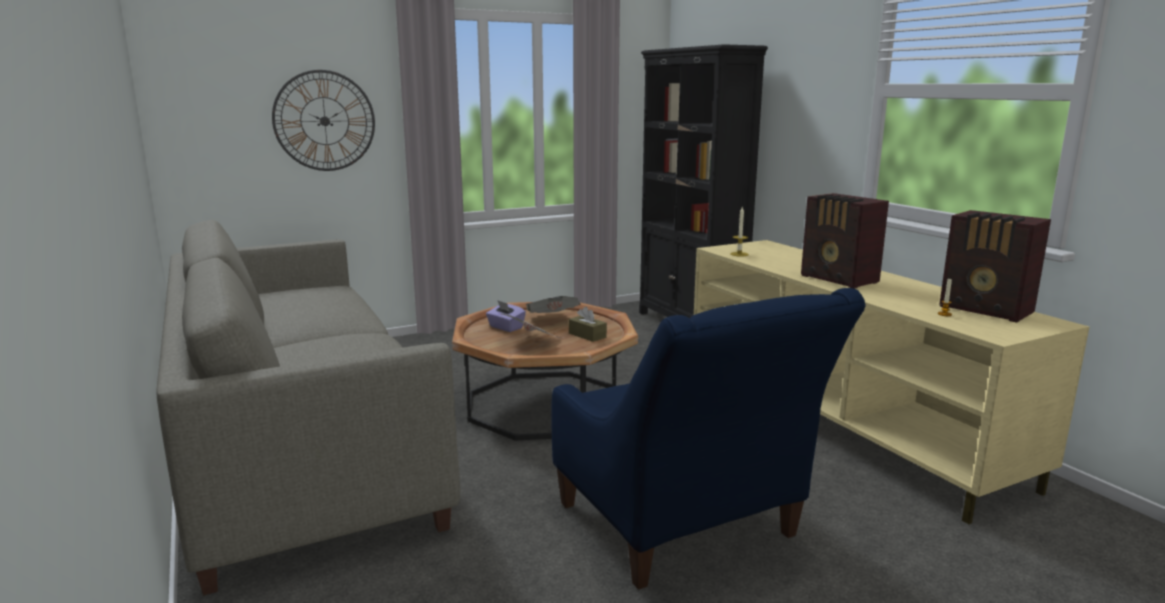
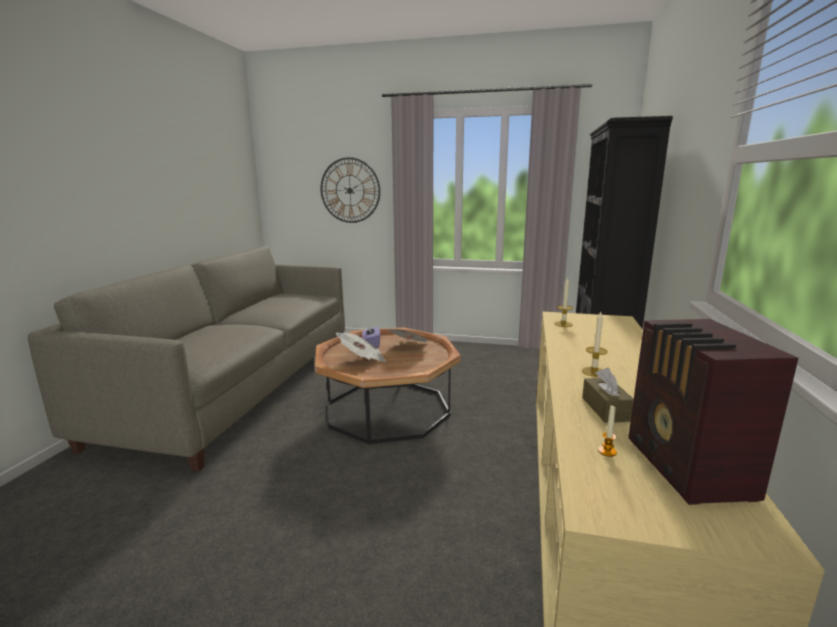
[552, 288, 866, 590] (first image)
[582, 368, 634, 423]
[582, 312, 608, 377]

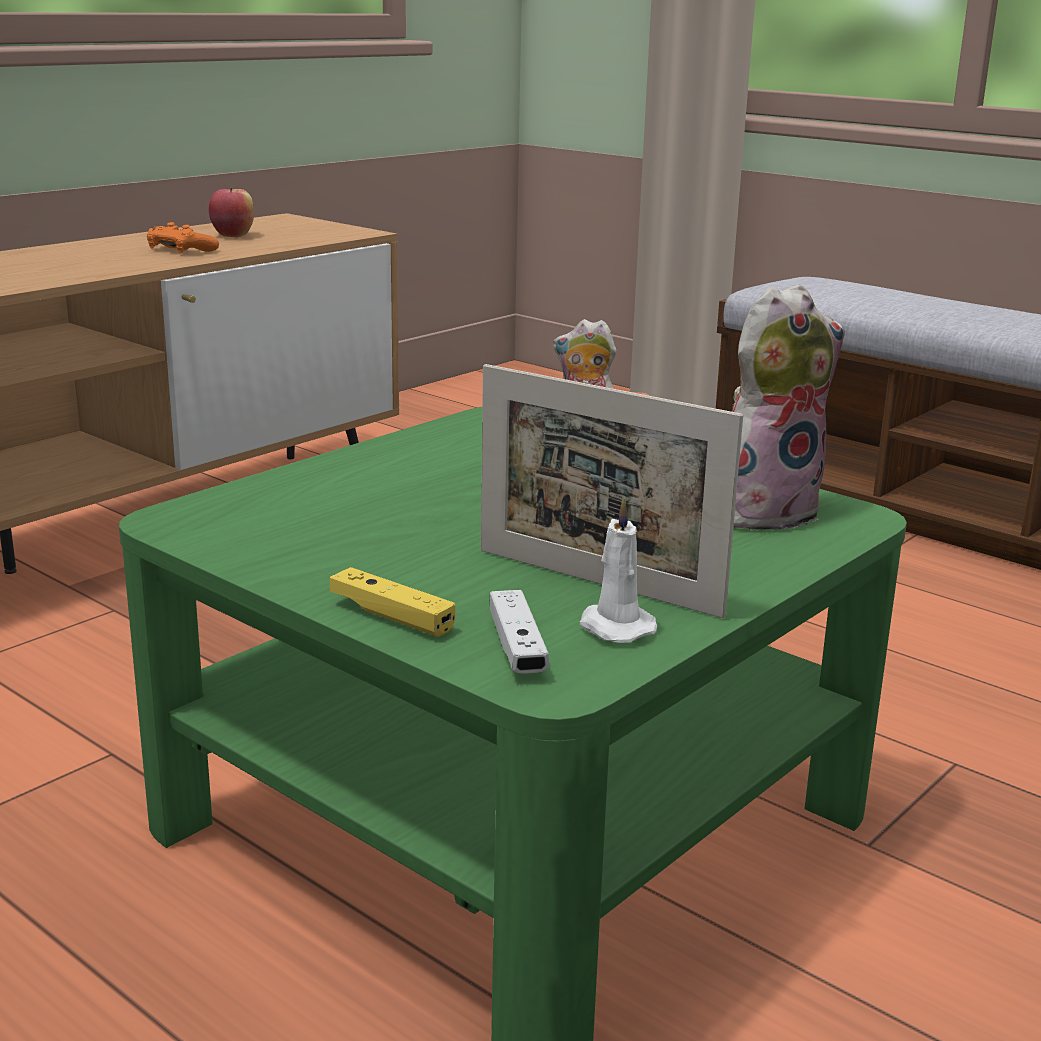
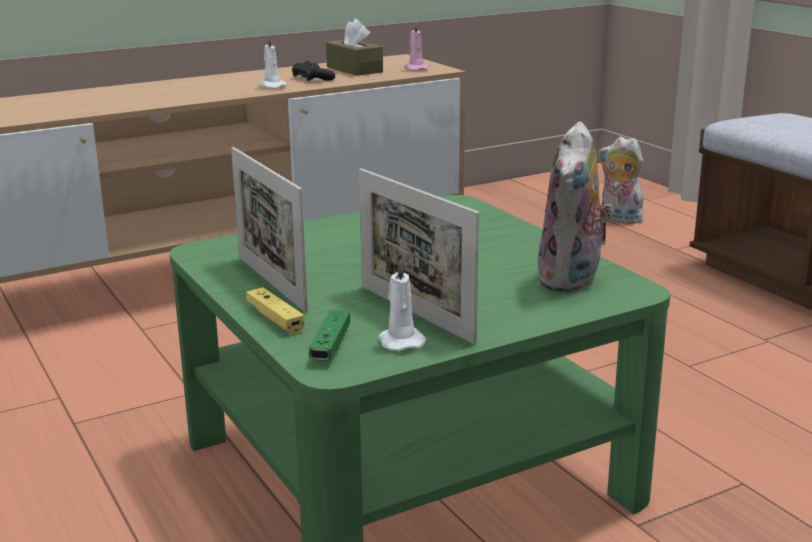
[292, 60, 335, 81]
[326, 19, 383, 76]
[309, 310, 350, 361]
[537, 121, 614, 293]
[231, 147, 308, 313]
[258, 36, 287, 89]
[404, 22, 429, 71]

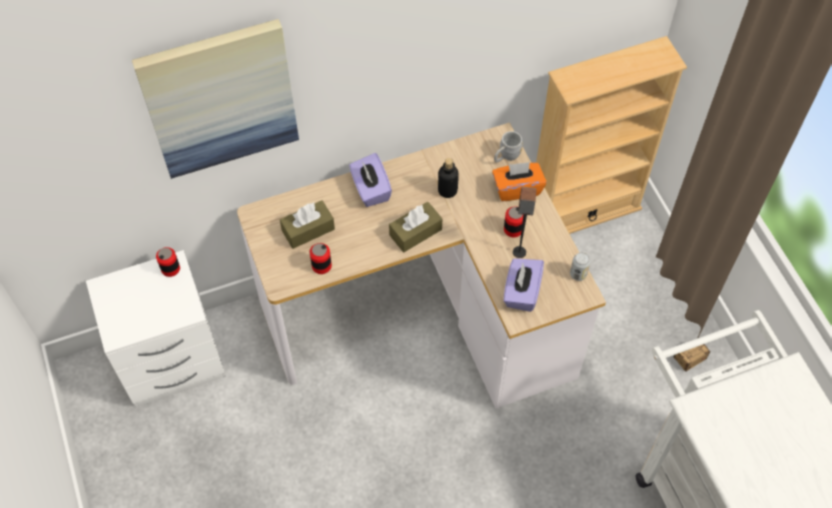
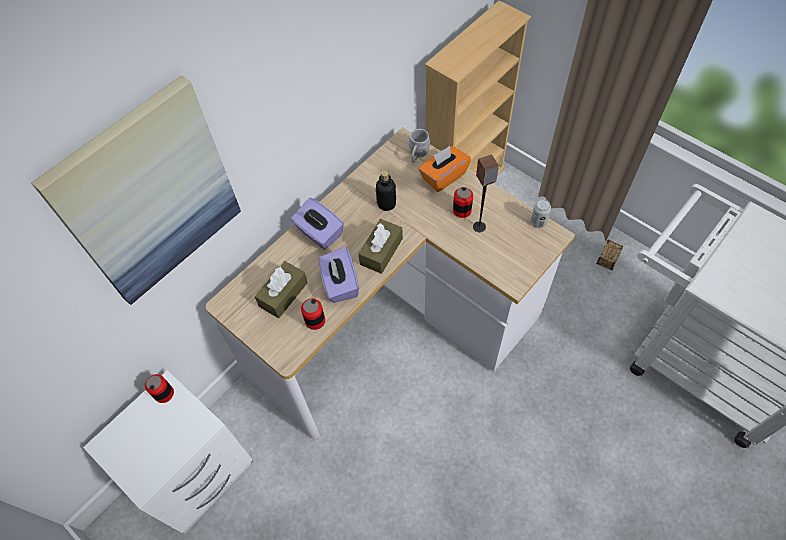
[319, 247, 359, 303]

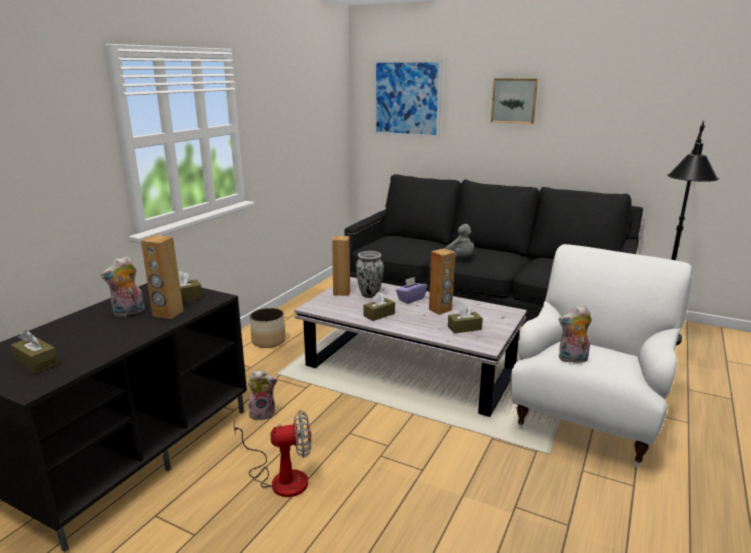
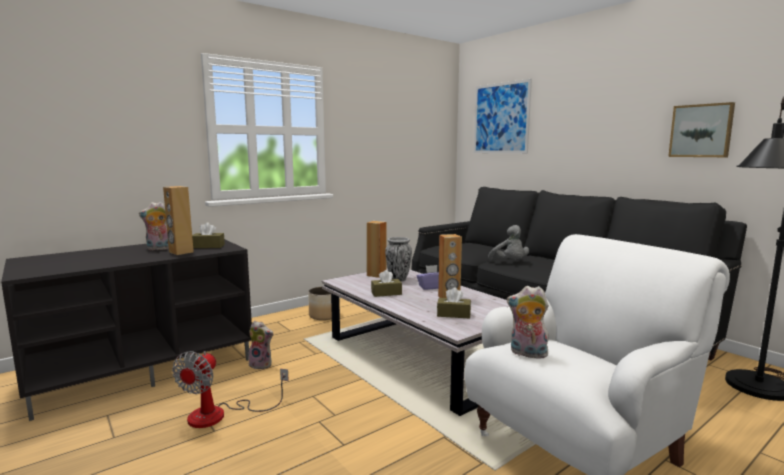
[11, 330, 59, 374] (first image)
[172, 351, 289, 428]
[668, 102, 735, 157]

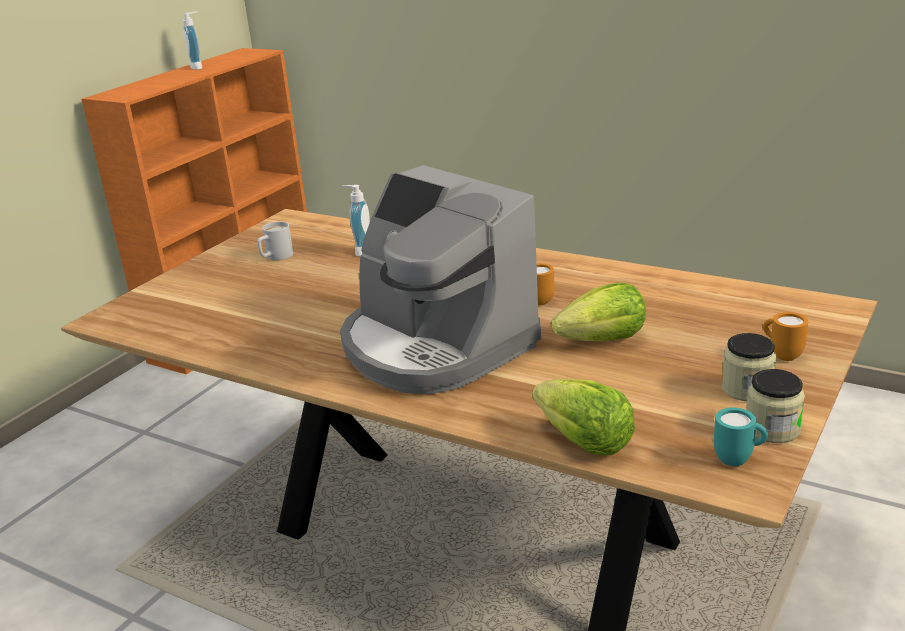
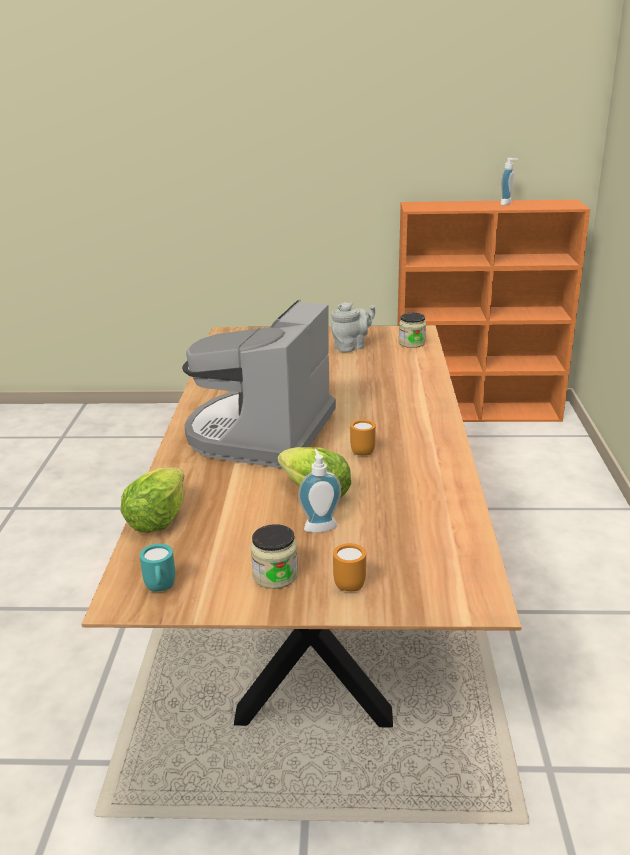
[331, 302, 375, 352]
[298, 449, 341, 533]
[399, 313, 426, 348]

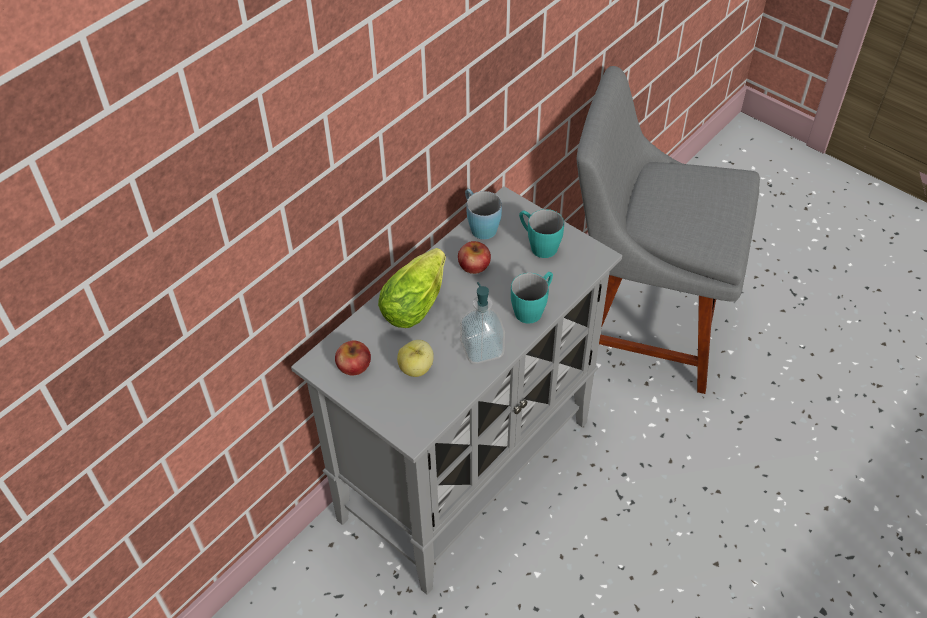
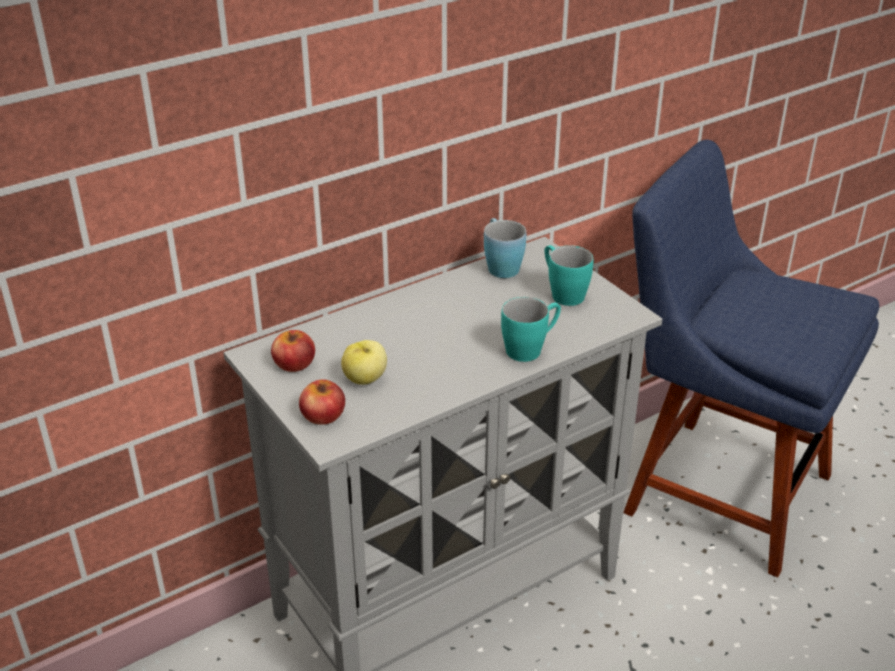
[378, 248, 446, 328] (first image)
[299, 379, 345, 425]
[460, 282, 505, 364] (first image)
[623, 140, 879, 578]

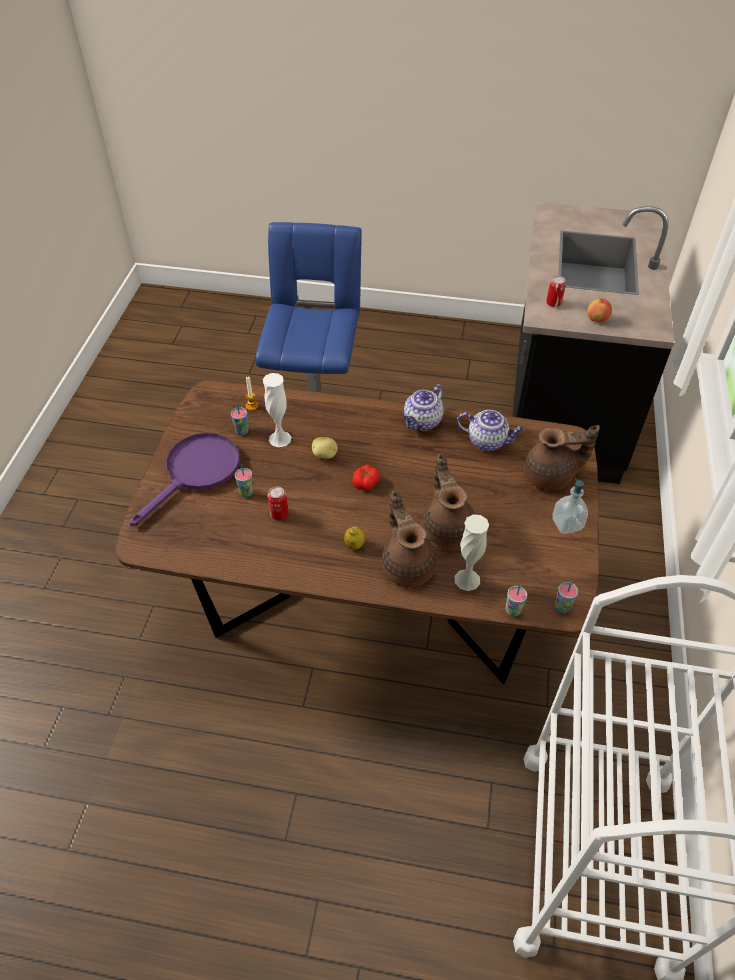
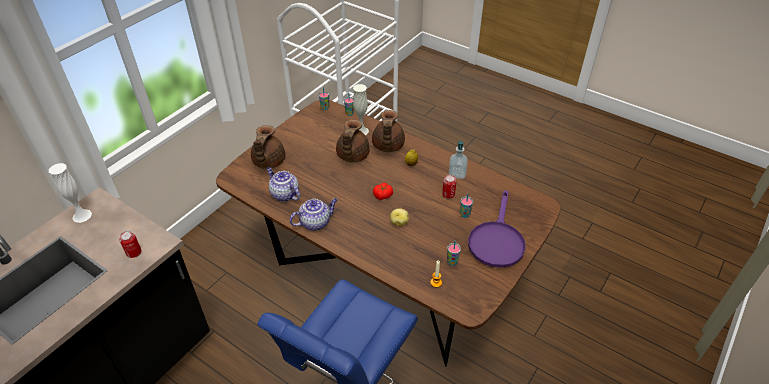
[468, 190, 526, 268]
[49, 163, 92, 223]
[251, 125, 285, 169]
[449, 141, 468, 179]
[587, 298, 612, 322] (first image)

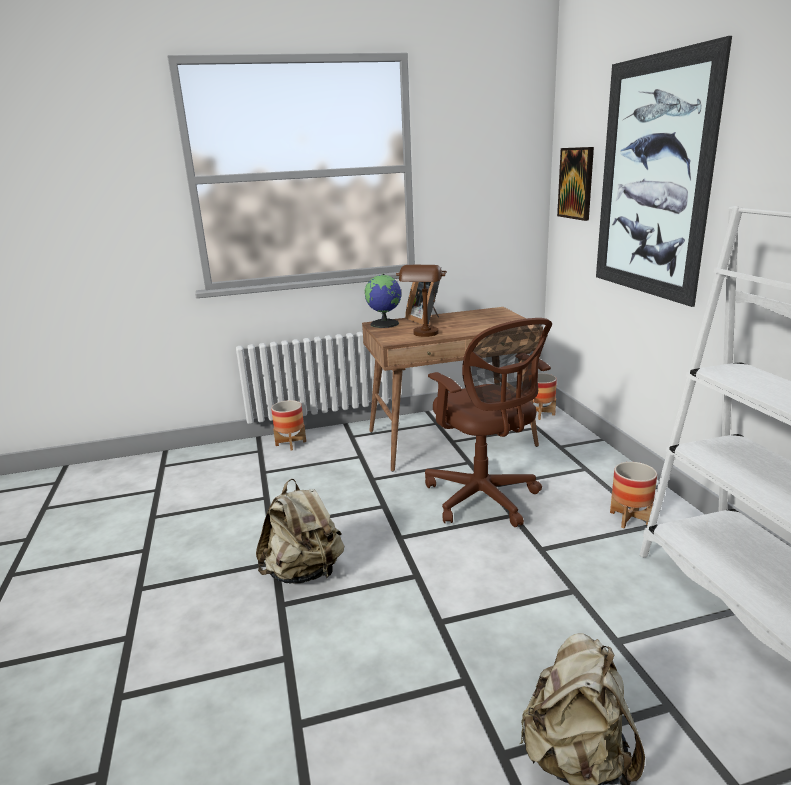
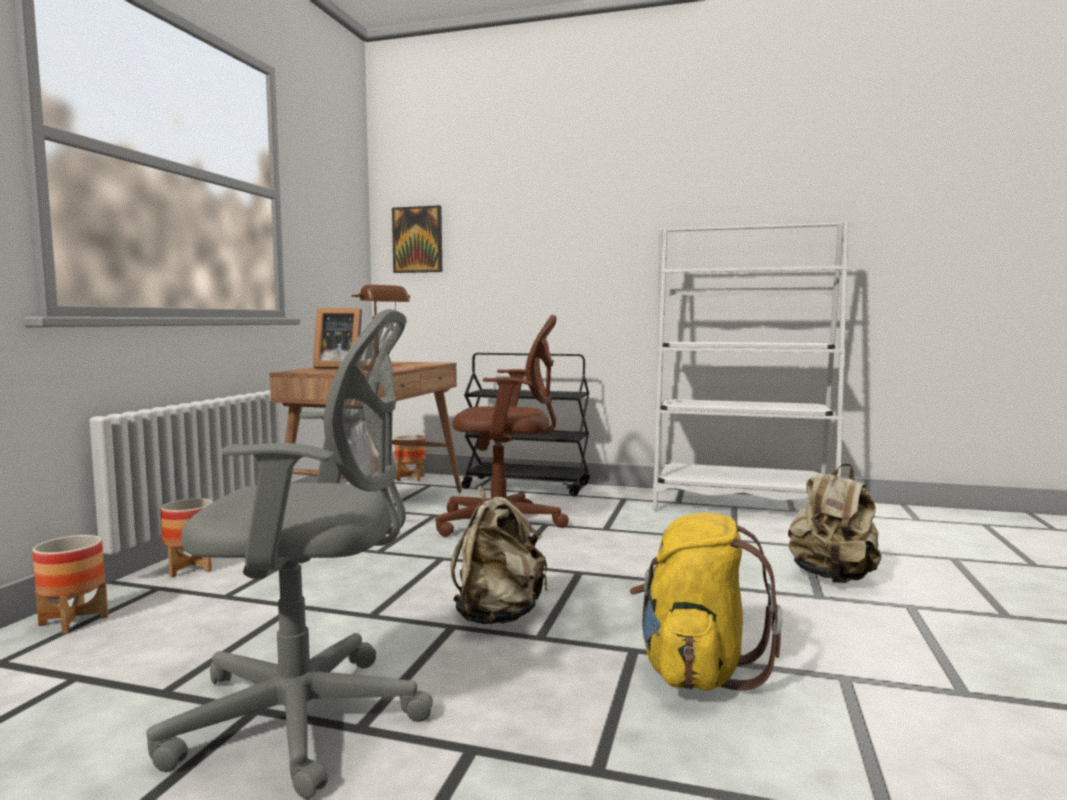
[364, 274, 401, 328] (first image)
[596, 36, 732, 307] (first image)
[32, 535, 108, 634]
[147, 309, 433, 799]
[461, 353, 590, 496]
[629, 513, 782, 691]

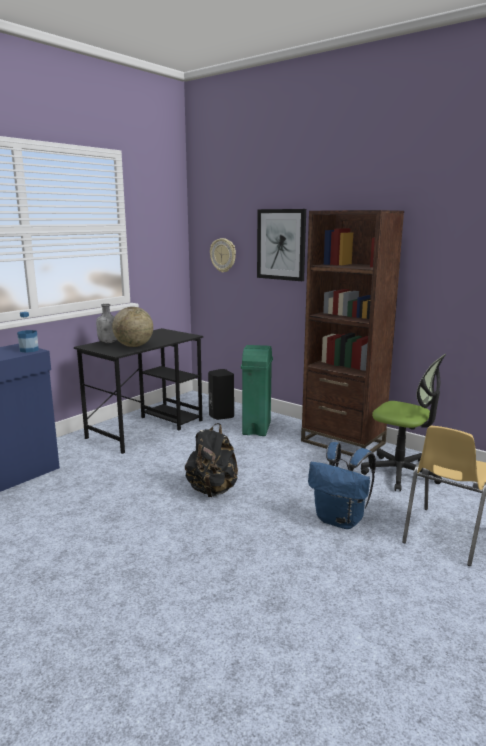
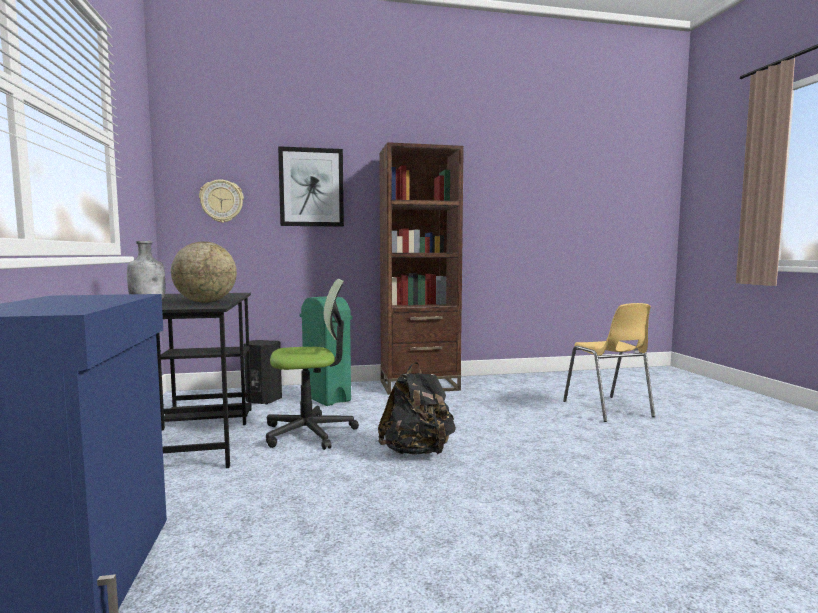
[17, 312, 39, 353] (first image)
[308, 442, 376, 529] (first image)
[266, 279, 359, 450]

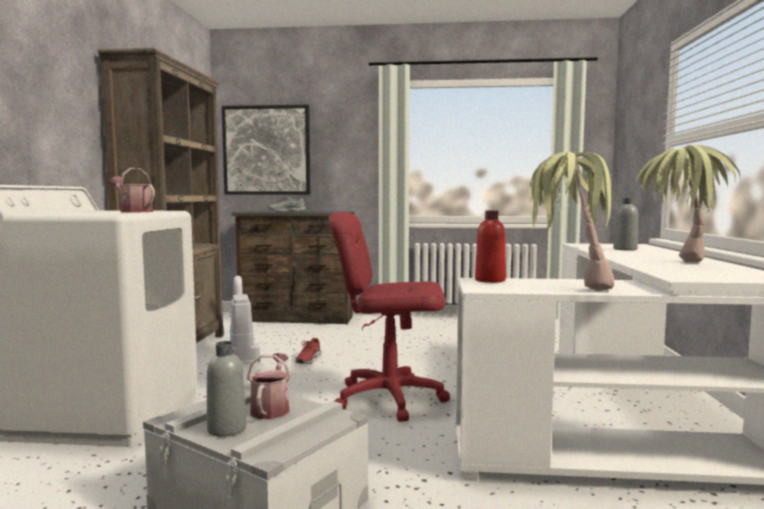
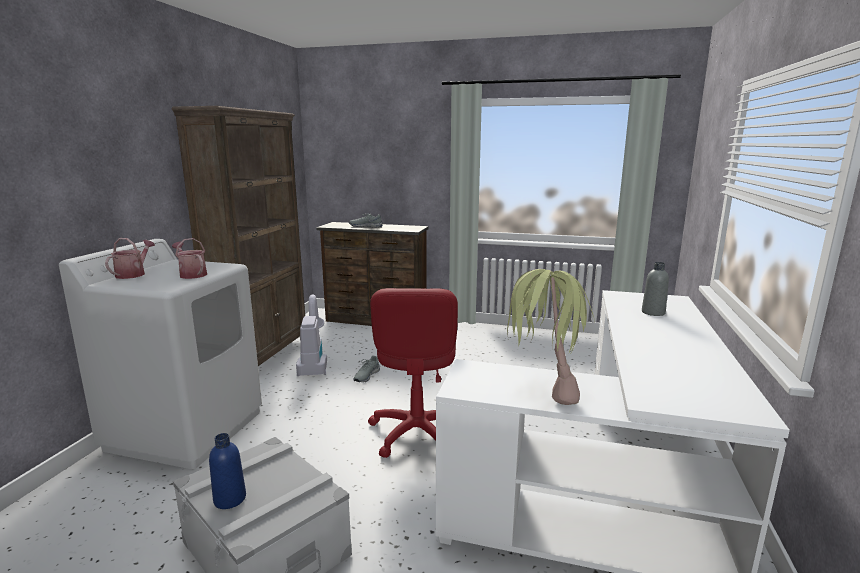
[209, 433, 246, 509]
[222, 105, 310, 195] (first image)
[105, 238, 155, 279]
[353, 356, 380, 382]
[368, 288, 458, 458]
[475, 210, 506, 283] (first image)
[636, 145, 740, 262] (first image)

